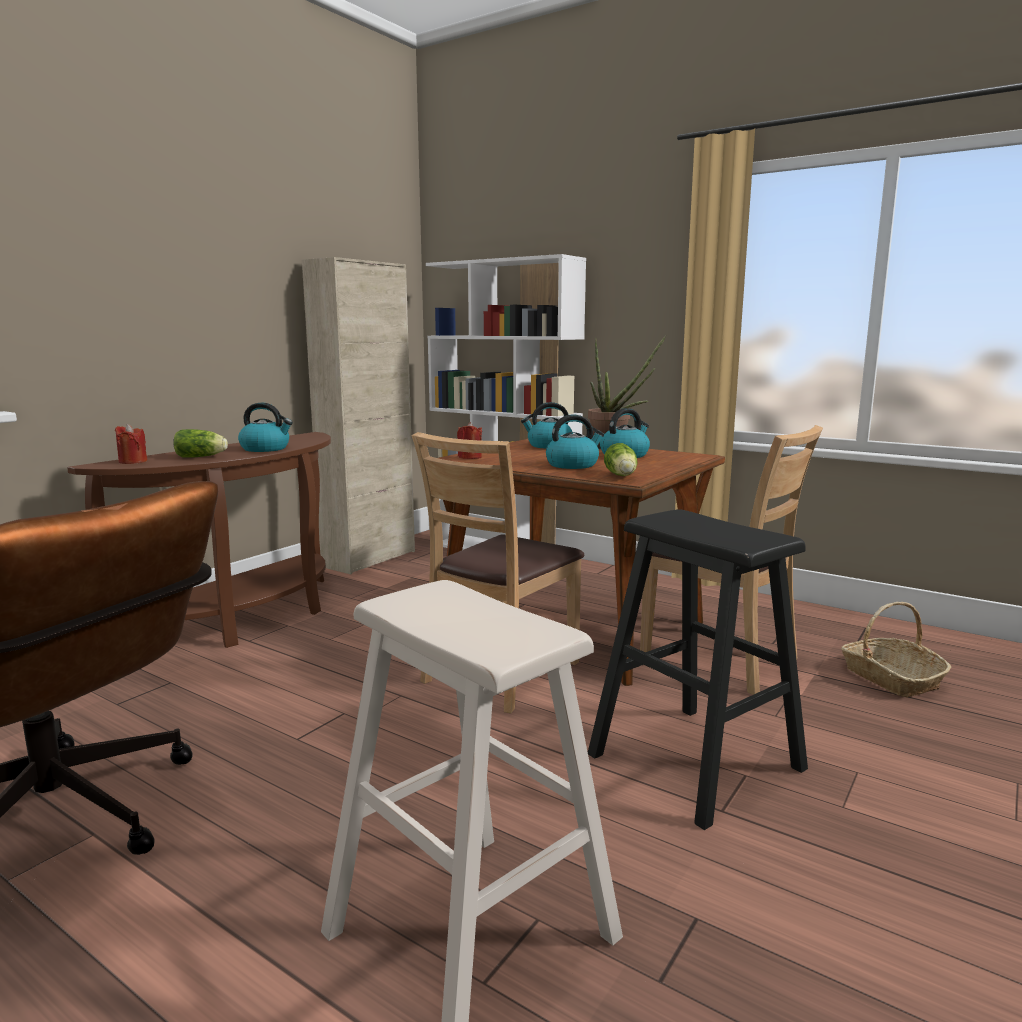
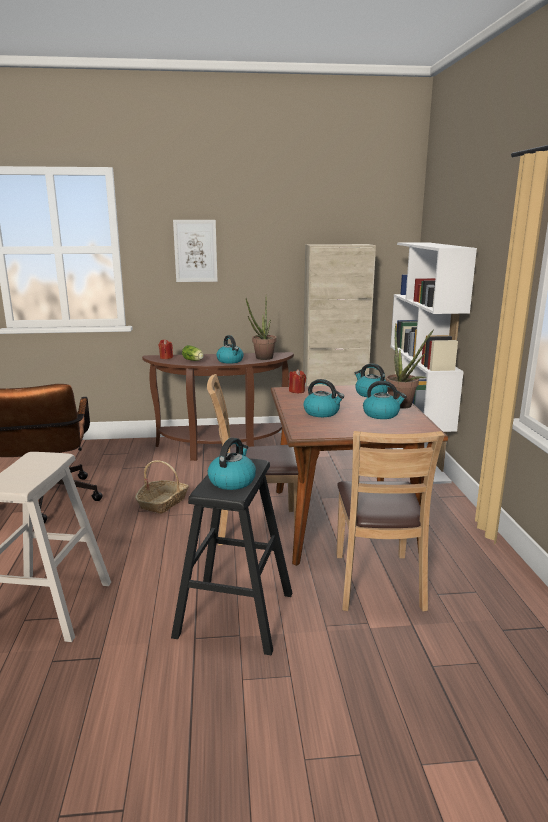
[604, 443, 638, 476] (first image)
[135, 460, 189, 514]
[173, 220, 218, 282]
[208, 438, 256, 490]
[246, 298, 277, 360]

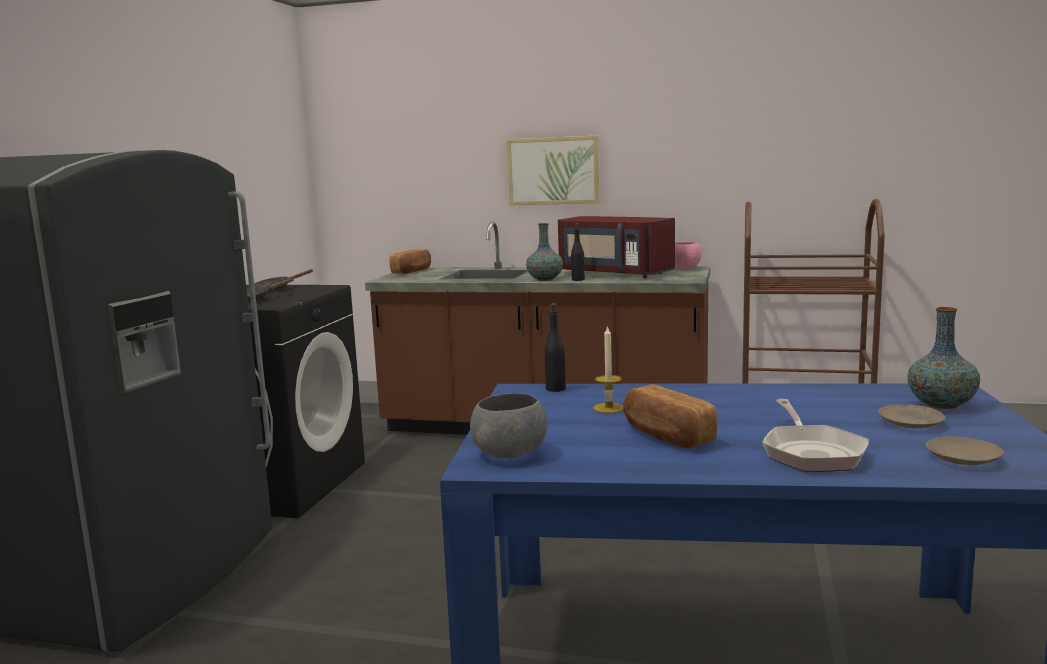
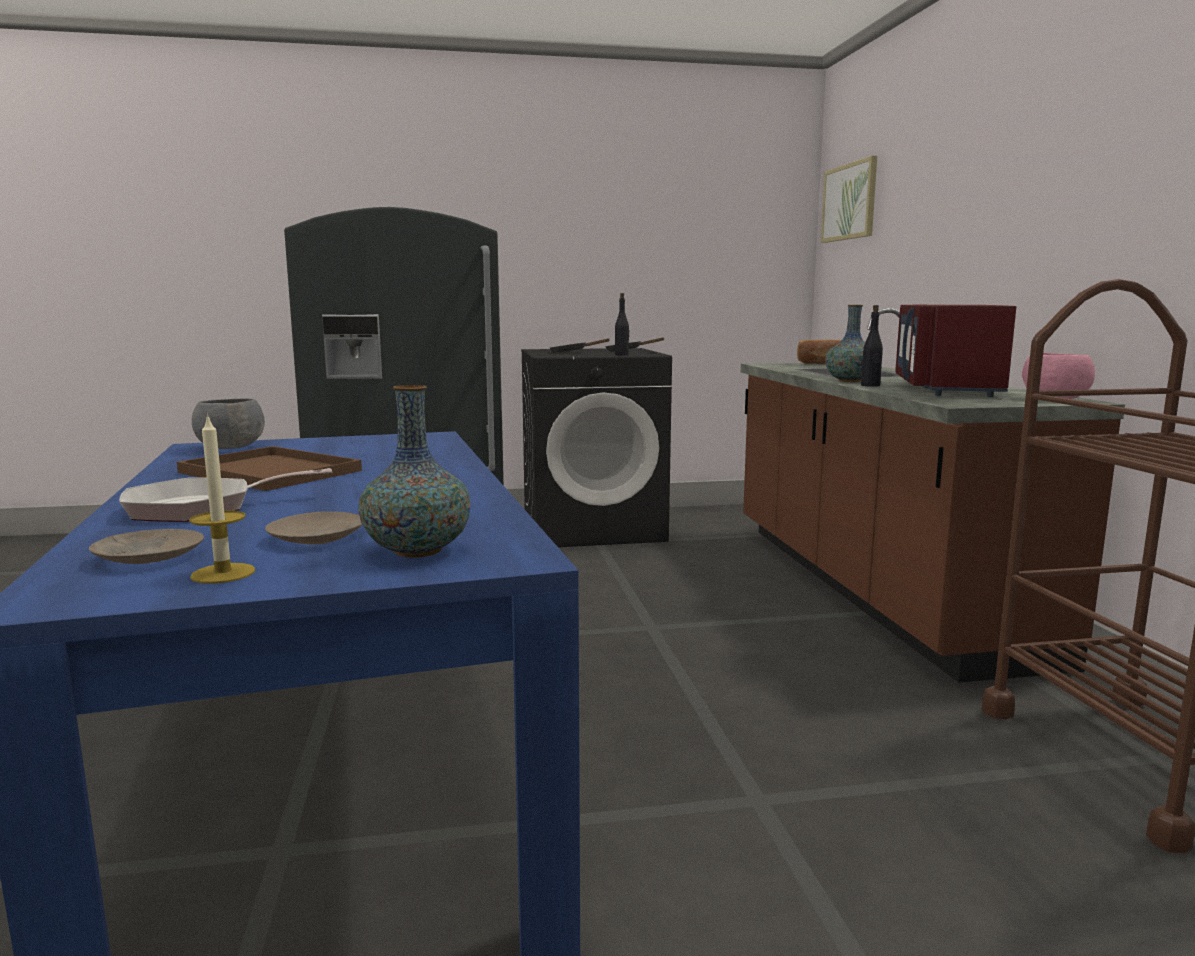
[821, 156, 877, 243]
[615, 293, 630, 355]
[189, 414, 255, 584]
[177, 446, 362, 491]

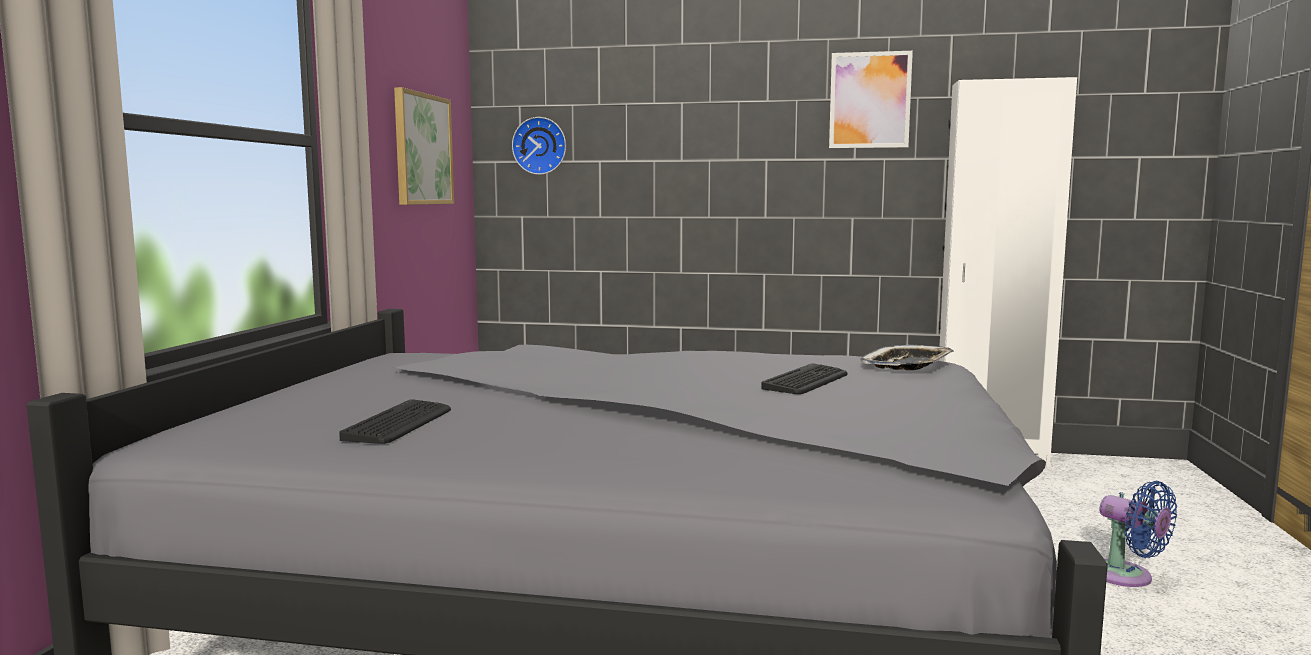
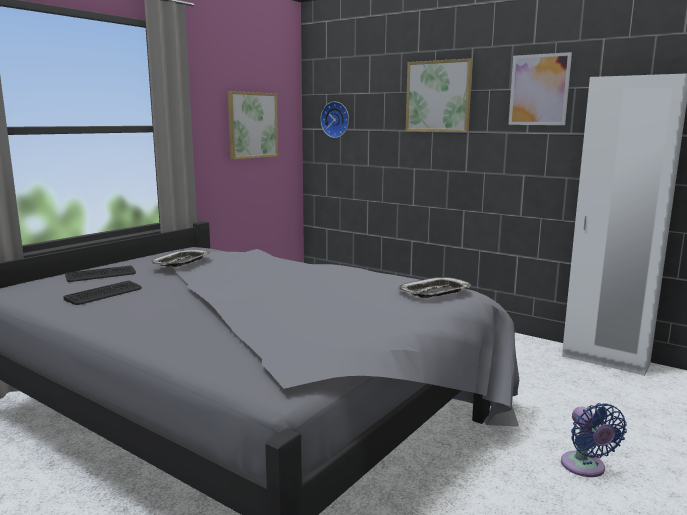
[65, 265, 136, 282]
[150, 250, 210, 267]
[406, 58, 473, 132]

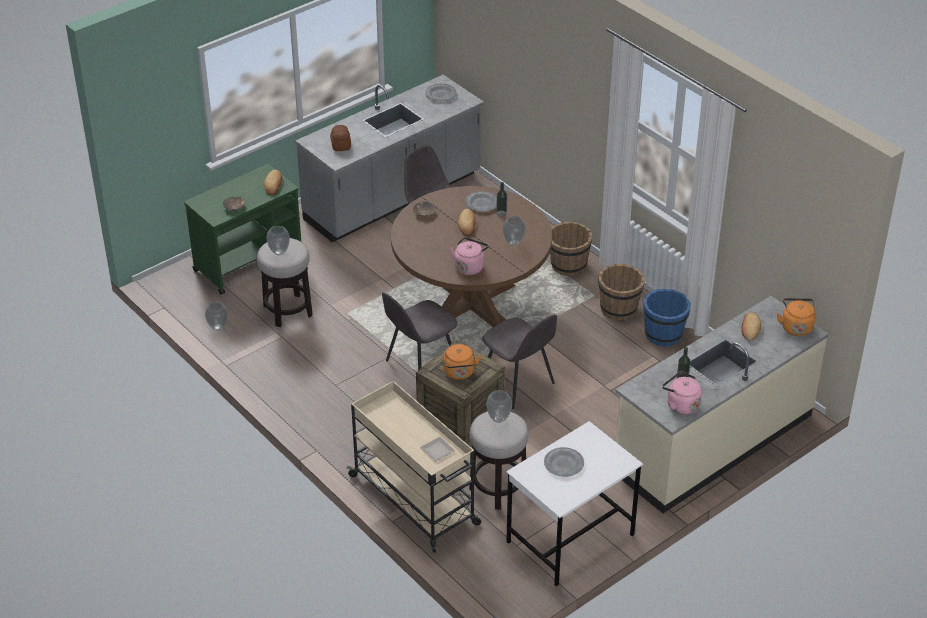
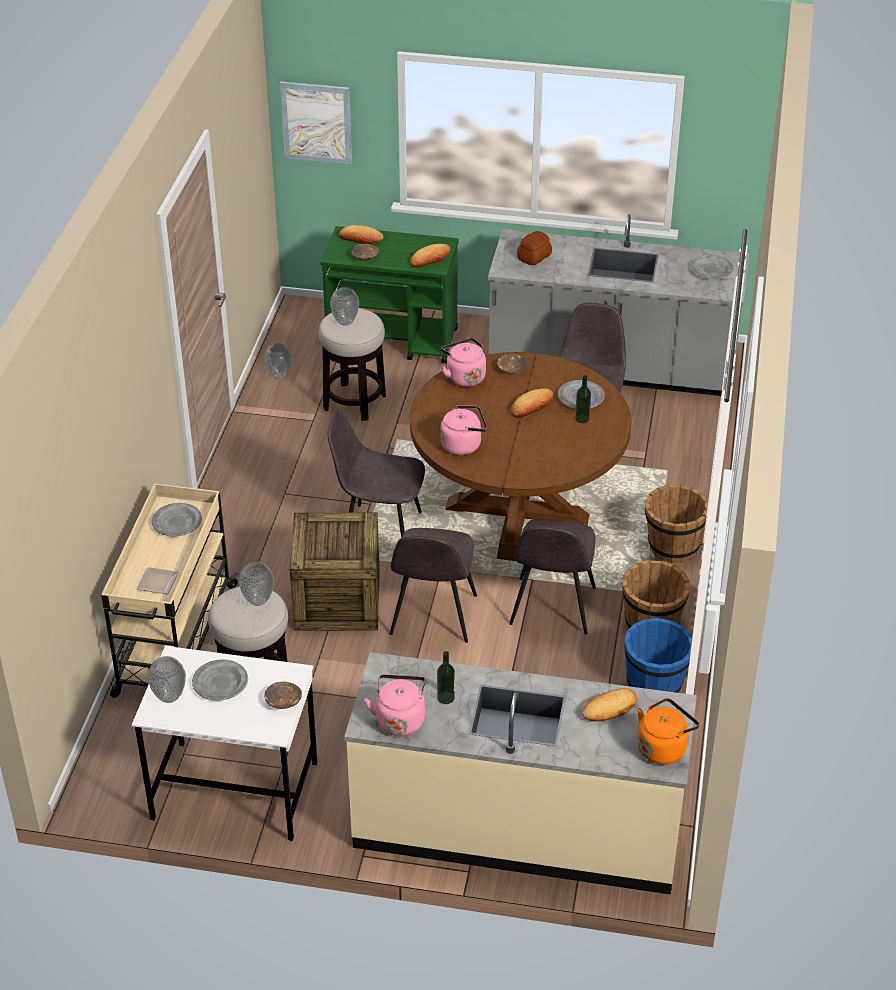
[443, 344, 482, 380] (first image)
[147, 656, 186, 703]
[152, 503, 202, 537]
[264, 682, 302, 709]
[280, 82, 352, 164]
[339, 225, 383, 244]
[441, 338, 486, 387]
[509, 519, 596, 635]

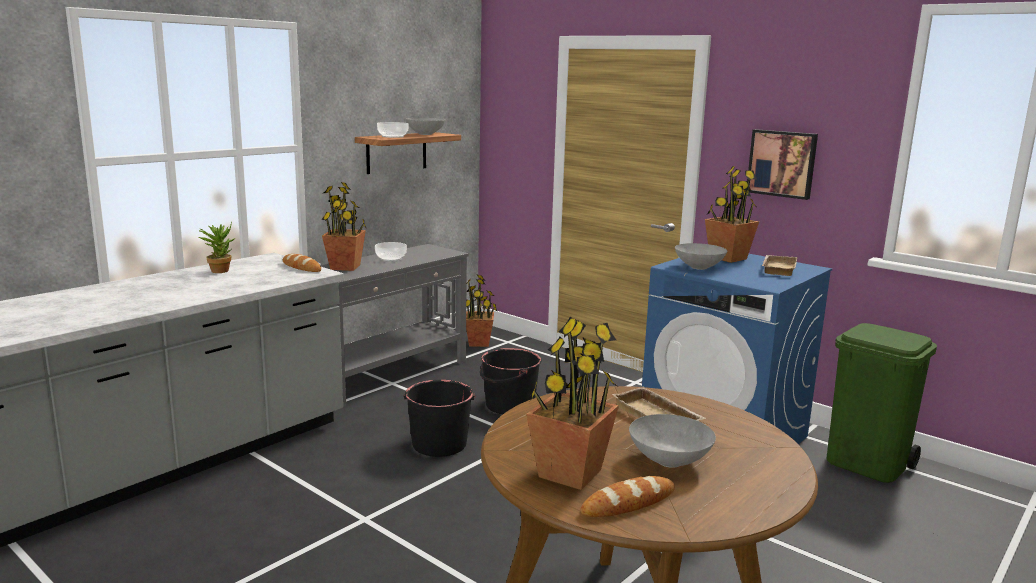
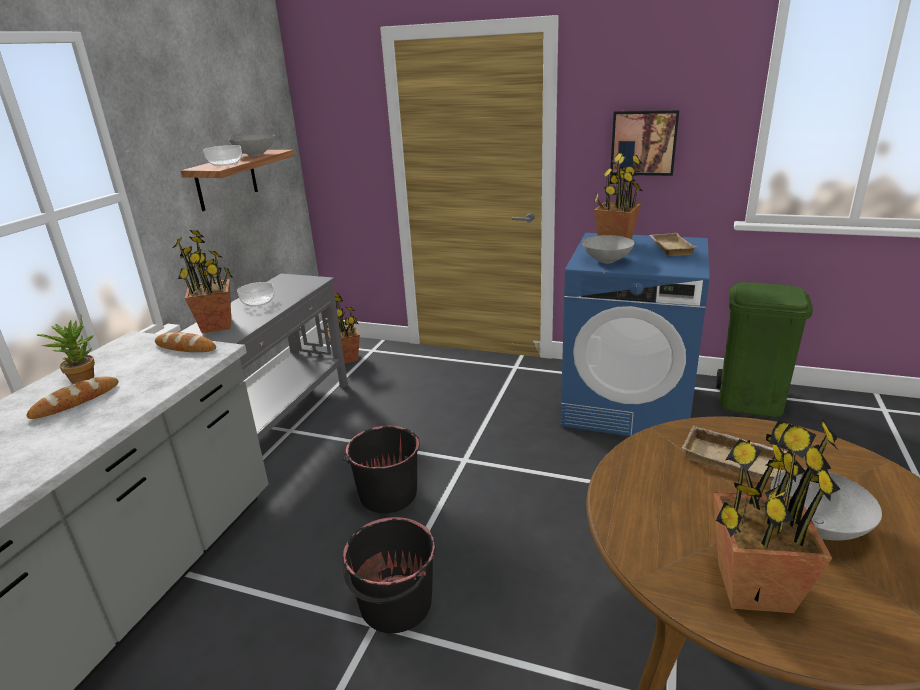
[343, 517, 436, 633]
[27, 377, 118, 419]

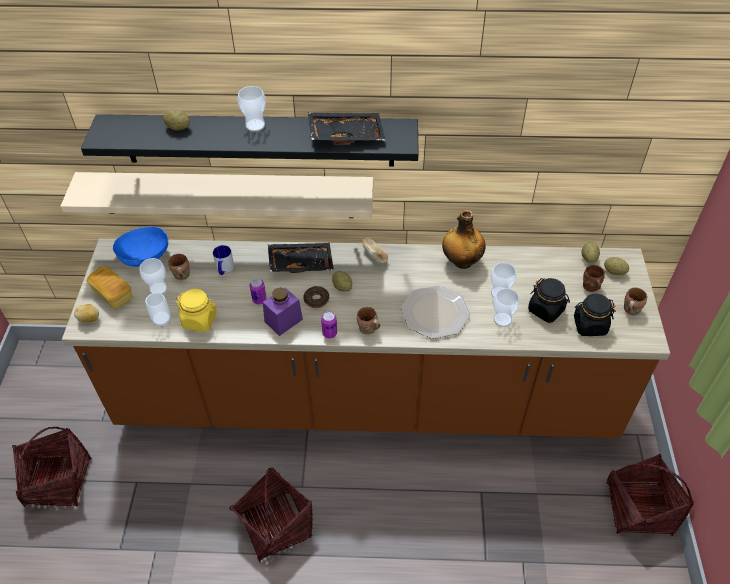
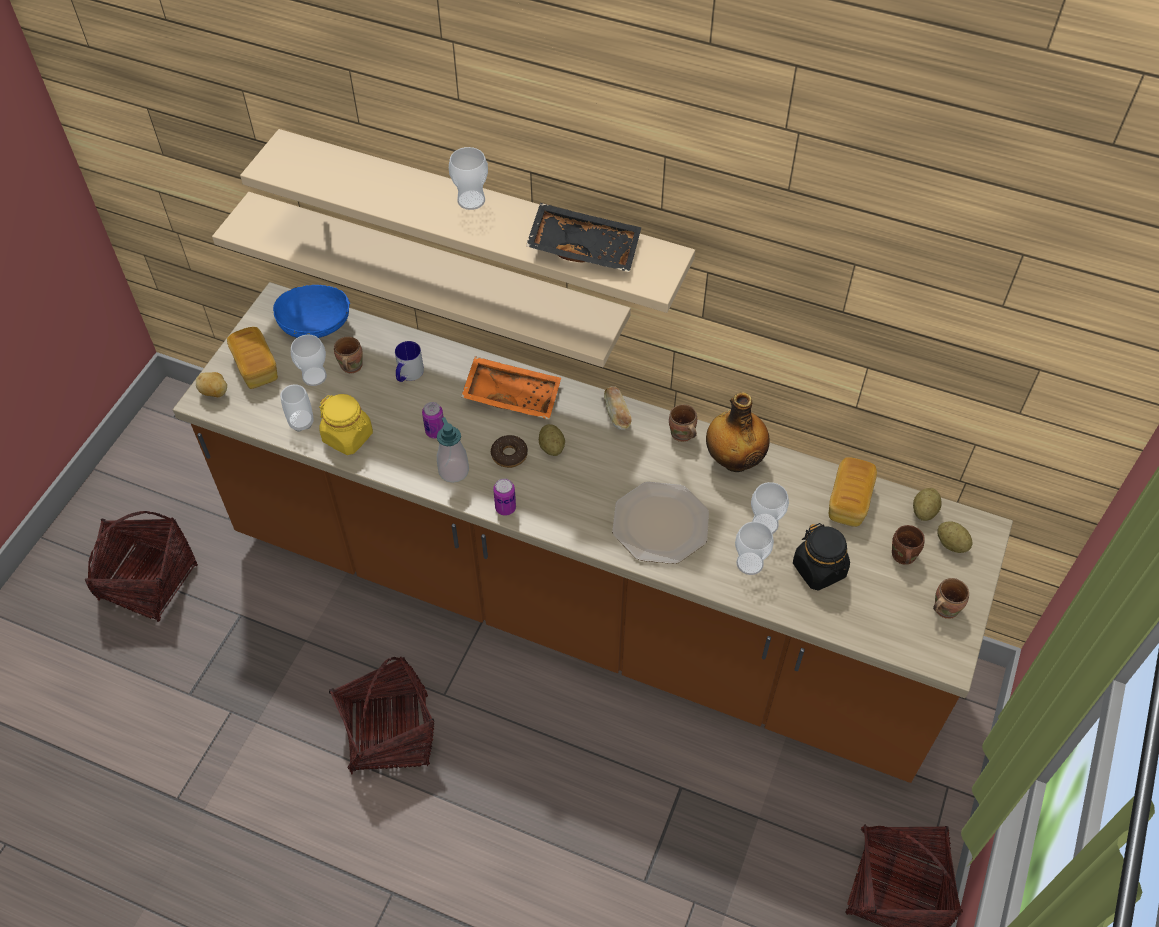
[240, 129, 695, 313]
[163, 110, 190, 131] (first image)
[437, 417, 469, 483]
[461, 356, 561, 419]
[669, 404, 697, 442]
[574, 294, 616, 336] (first image)
[829, 457, 877, 527]

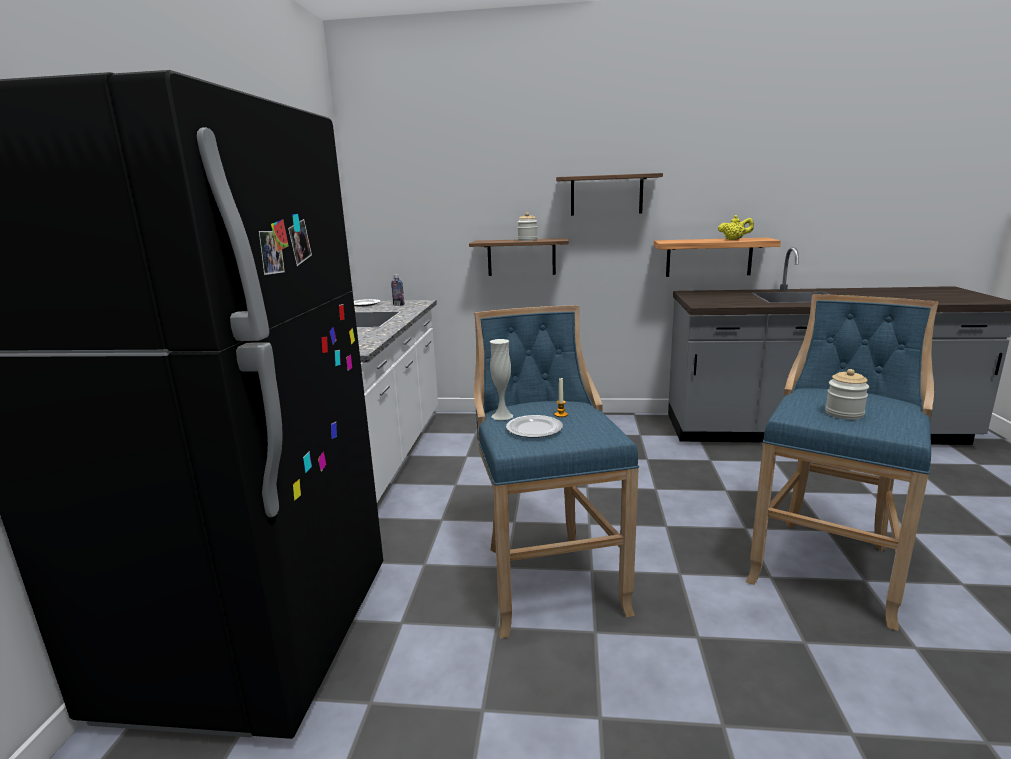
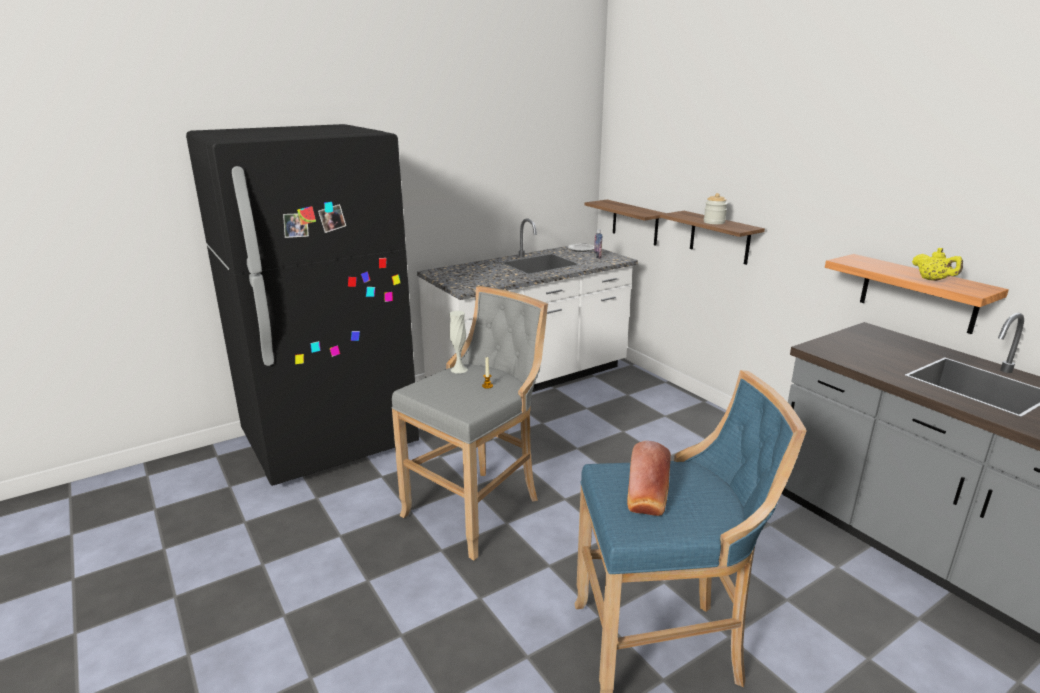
[392, 286, 548, 561]
[506, 415, 563, 438] (first image)
[584, 200, 665, 246]
[627, 441, 671, 516]

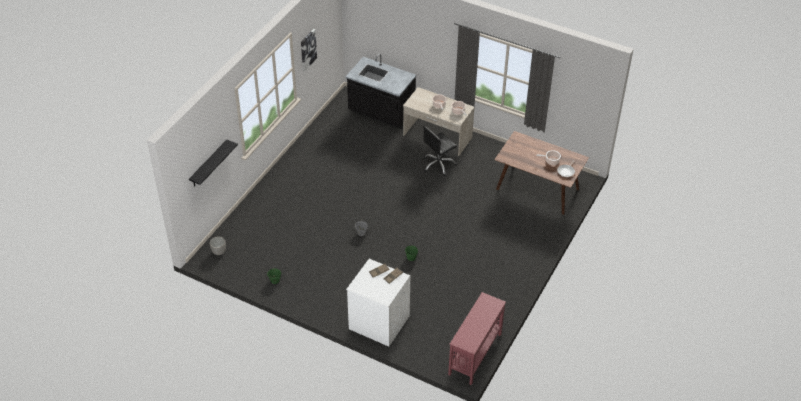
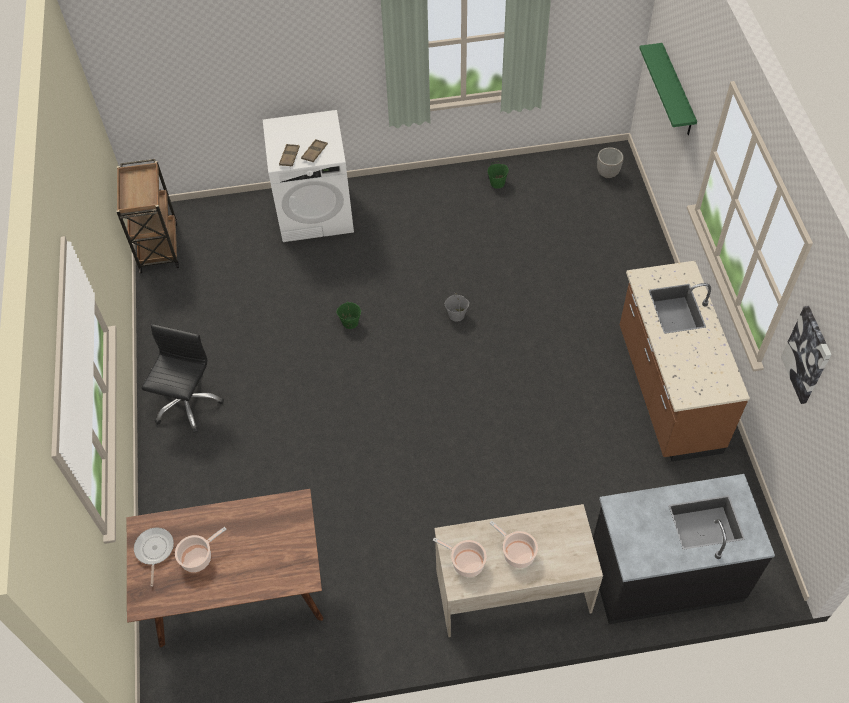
[639, 43, 697, 135]
[142, 324, 224, 433]
[116, 159, 179, 273]
[620, 261, 750, 462]

